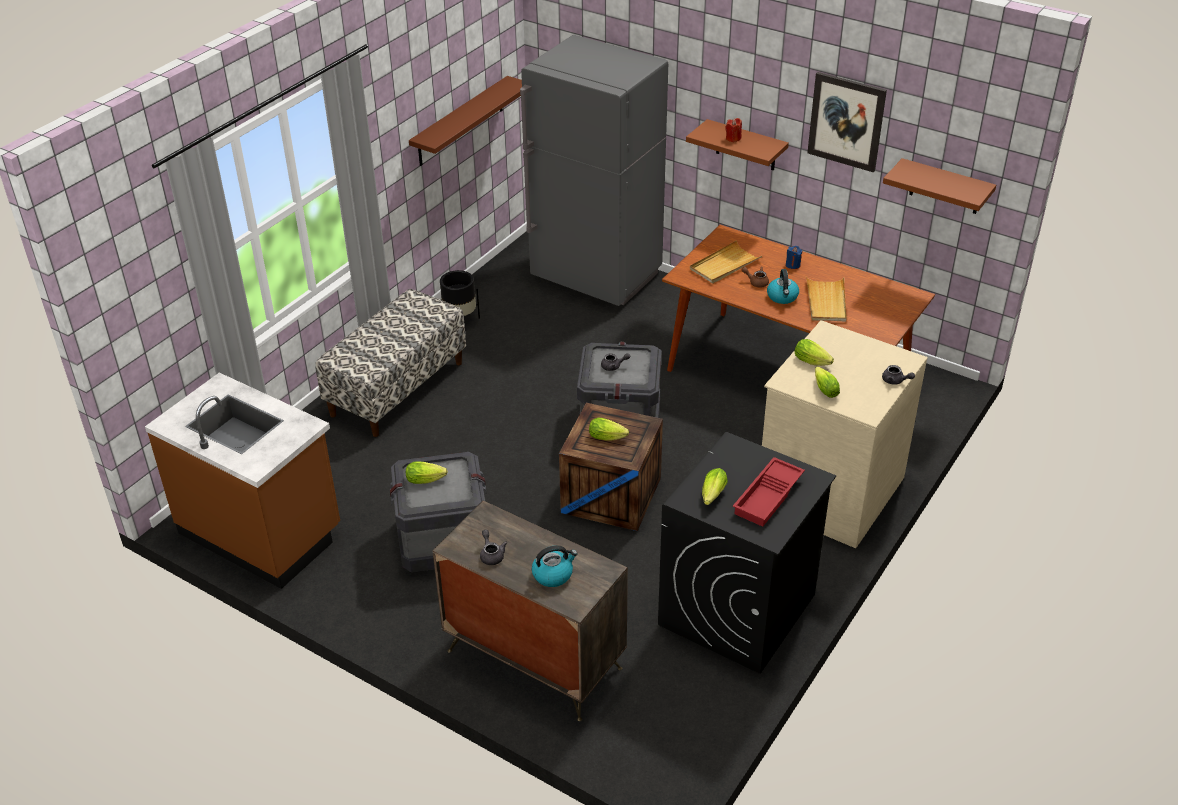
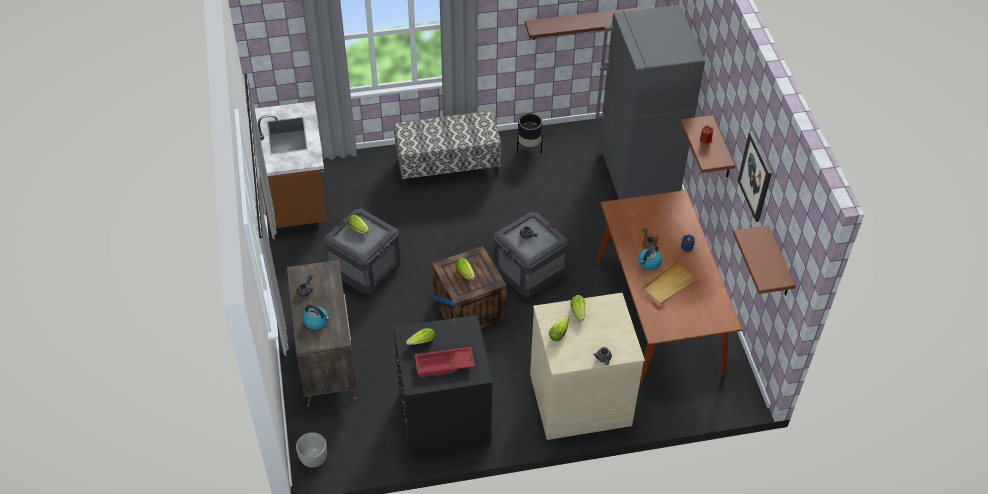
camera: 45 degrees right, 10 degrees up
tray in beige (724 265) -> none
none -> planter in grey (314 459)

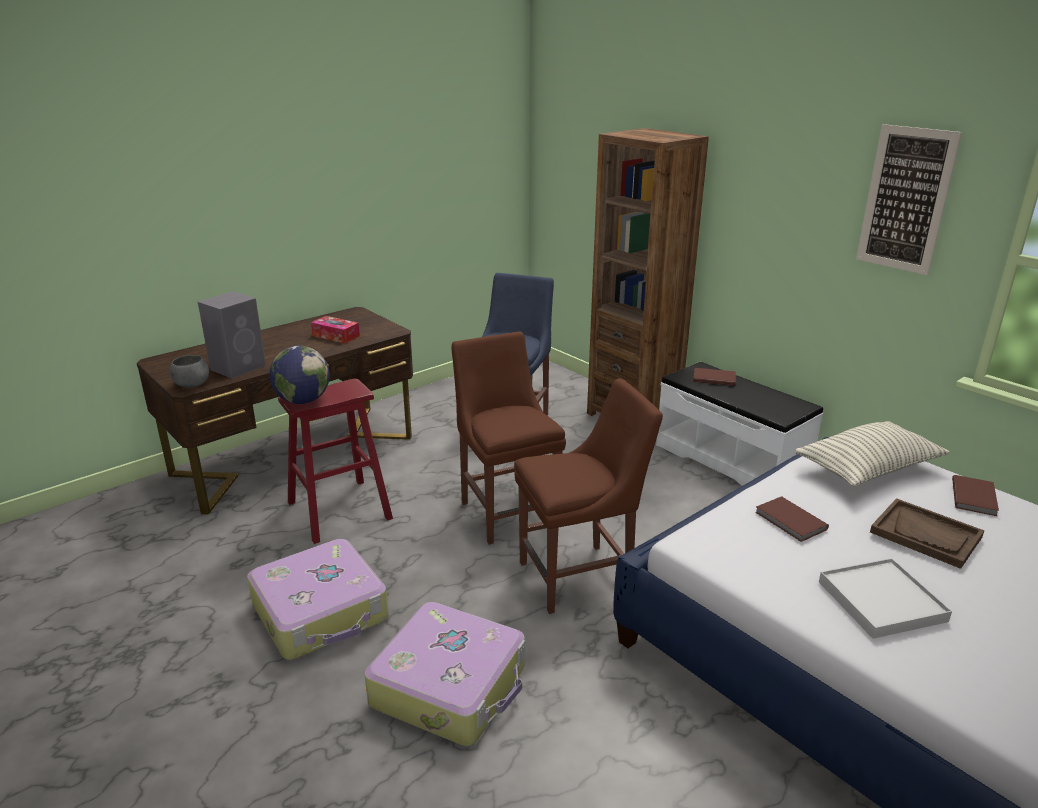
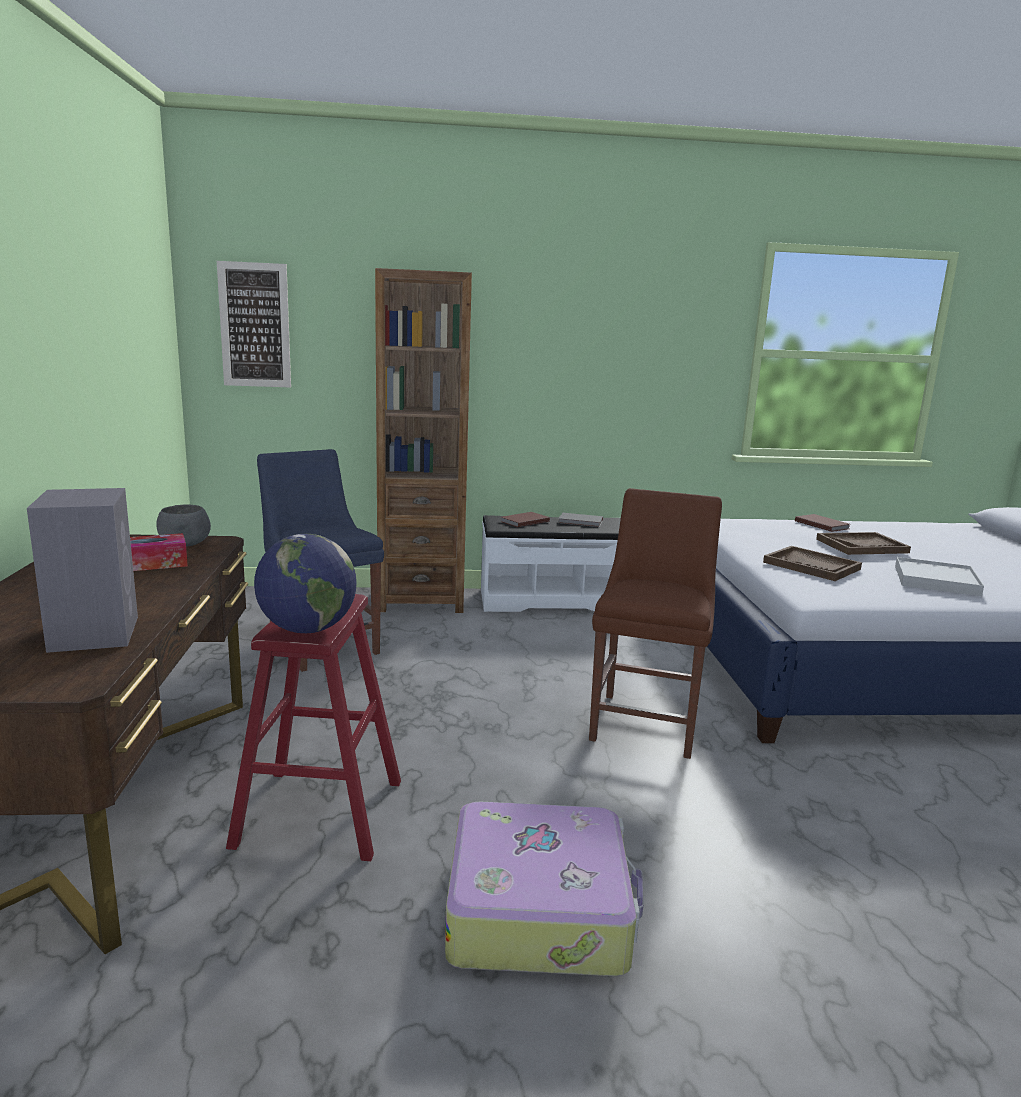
camera: 55 degrees left, 10 degrees down
suitcase (450 686) -> none
chair in brown (507 511) -> none
pillow (868 469) -> none
none -> book in grey (581 522)
bowl in grey (192 385) -> bowl in grey (184 545), relocated
picture (905 199) -> picture (255 325), relocated
book in brown (790 521) -> tray in brown (812 566)

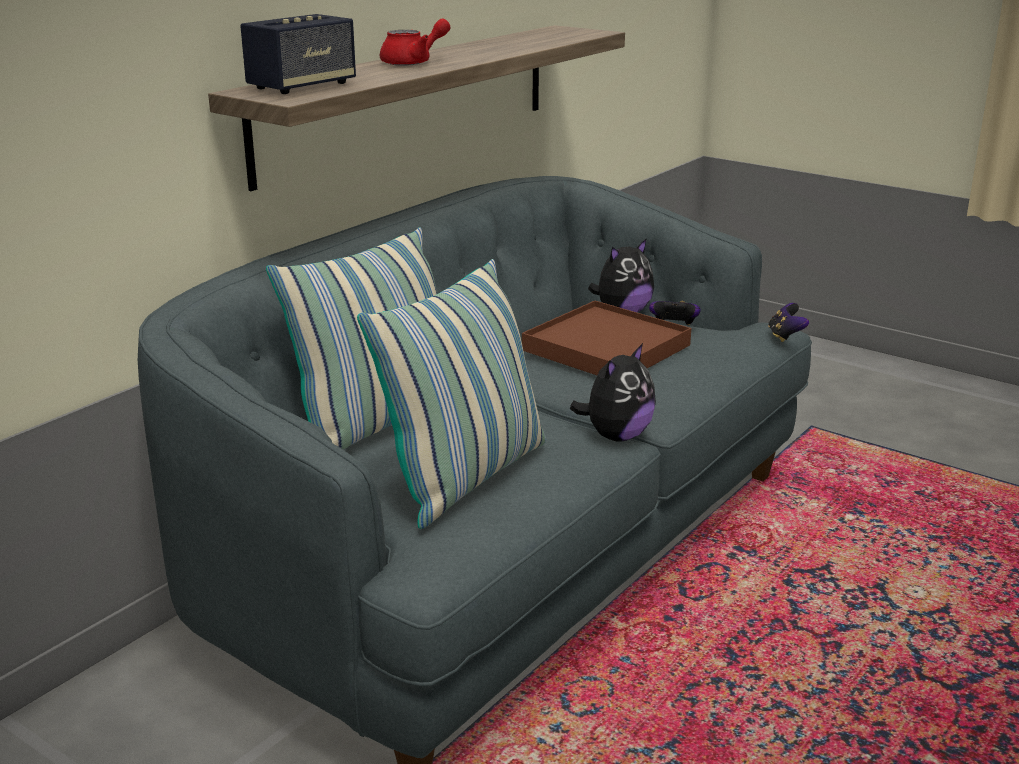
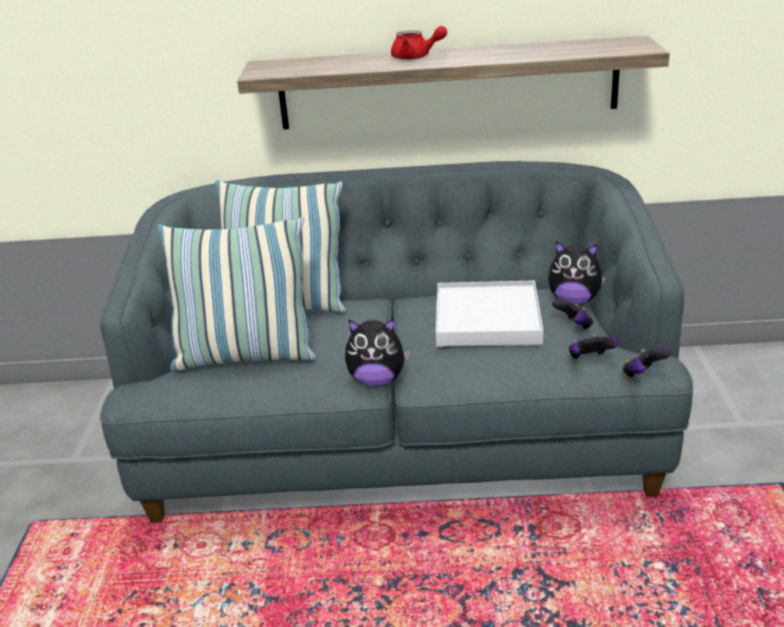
camera: 55 degrees right, 5 degrees up
speaker (302 86) -> none
none -> game controller (589 359)
tray in brown (605 348) -> tray in white (487 319)

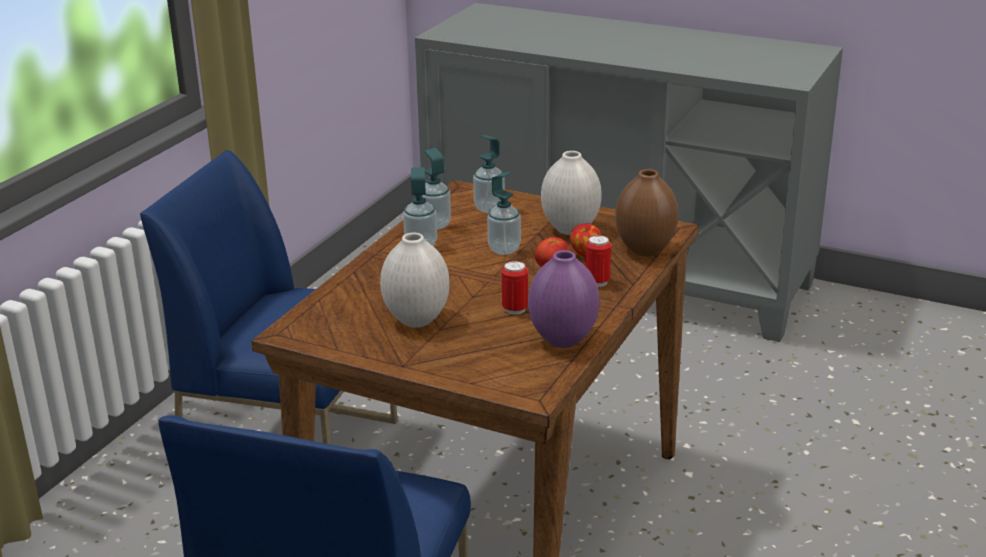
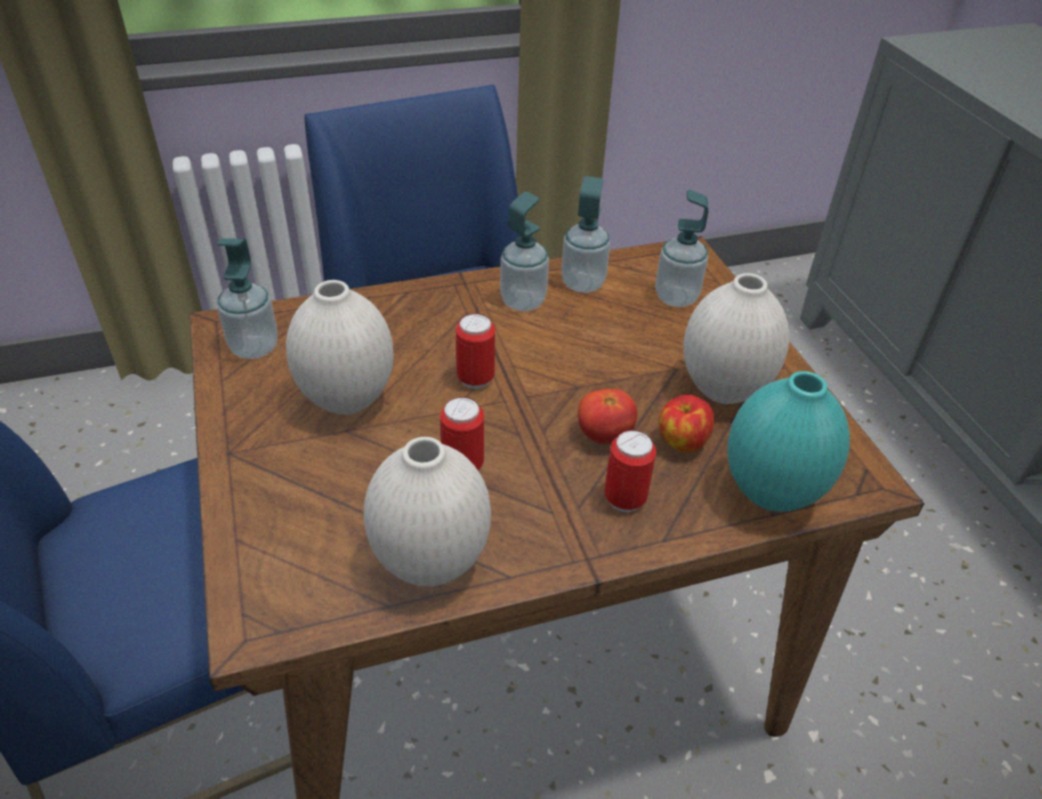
camera: 45 degrees right, 15 degrees up
none -> can (475 379)
soap dispenser (504 249) -> soap dispenser (254 347), relocated
vase in purple (562 341) -> vase in white (429 563)
vase in brown (645 250) -> vase in turquoise (772 493)

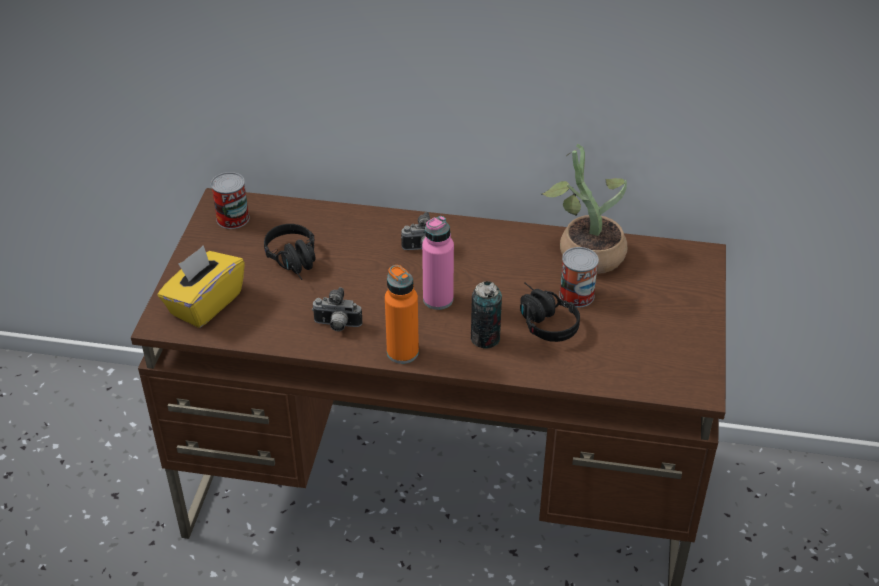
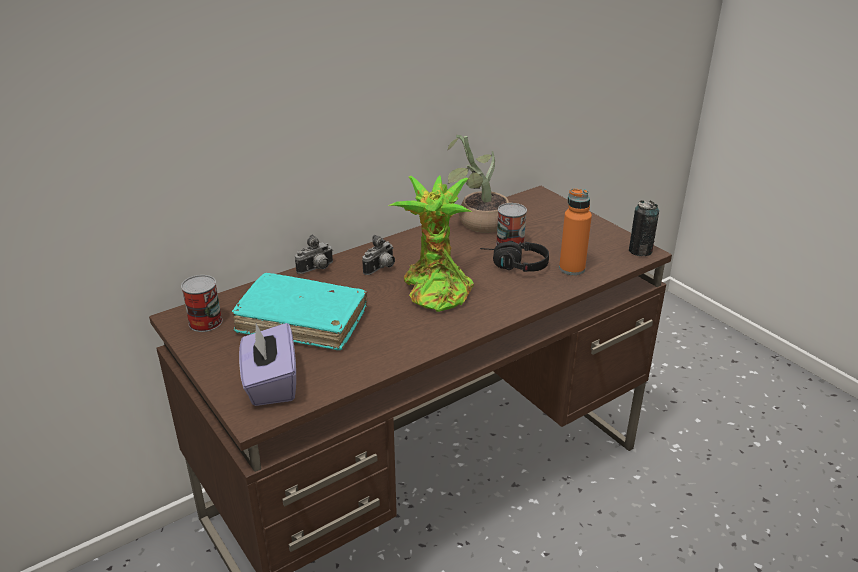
camera: 45 degrees left, 10 degrees down
photo camera (337 326) -> photo camera (317 269), relocated
bottle in orange (402 352) -> bottle in orange (572 268), relocated
can (485 338) -> can (640 251), relocated
headphones in black (296 262) -> book in turquoise (302 321)
bottle in pink (438 299) -> potted plant (435 289)
tissue box in yellow (205 304) -> tissue box in purple (271 384)

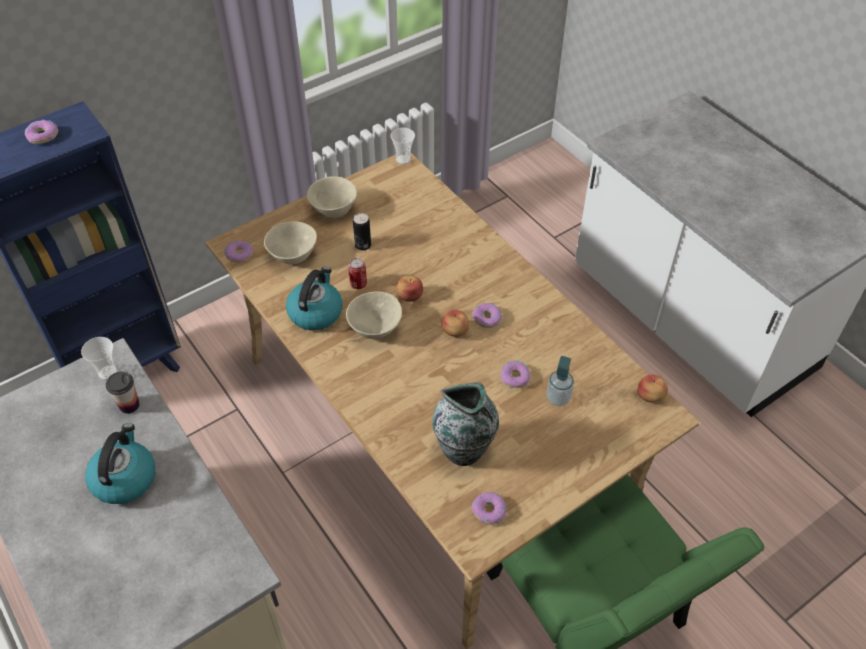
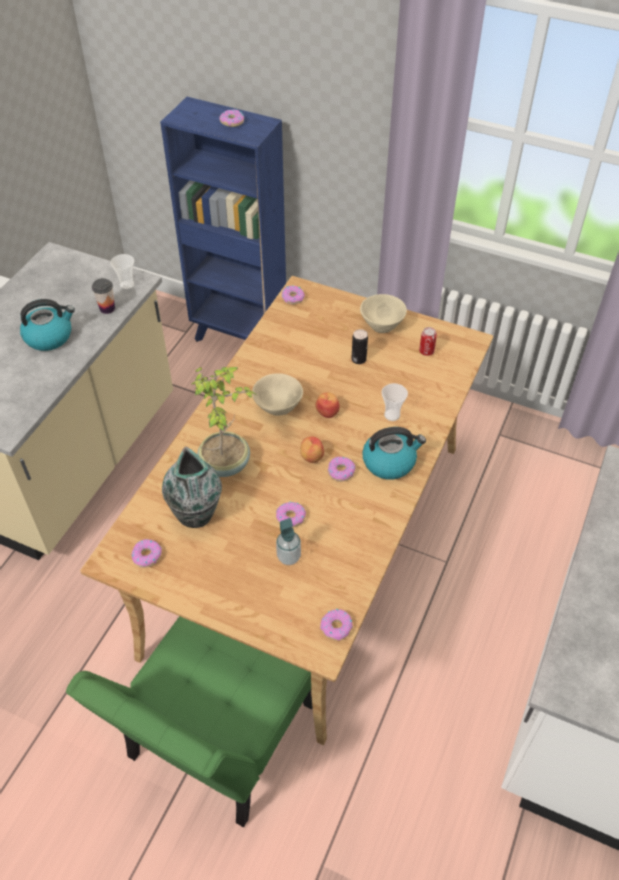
camera: 60 degrees right, 0 degrees up
bowl in beige (292 255) -> none
none -> potted plant (226 463)
kettle (315 312) -> kettle (389 462), relocated
can (358 284) -> can (426 351), relocated
cup (403 159) -> cup (392 415), relocated
apple (650 397) -> donut (336 627)

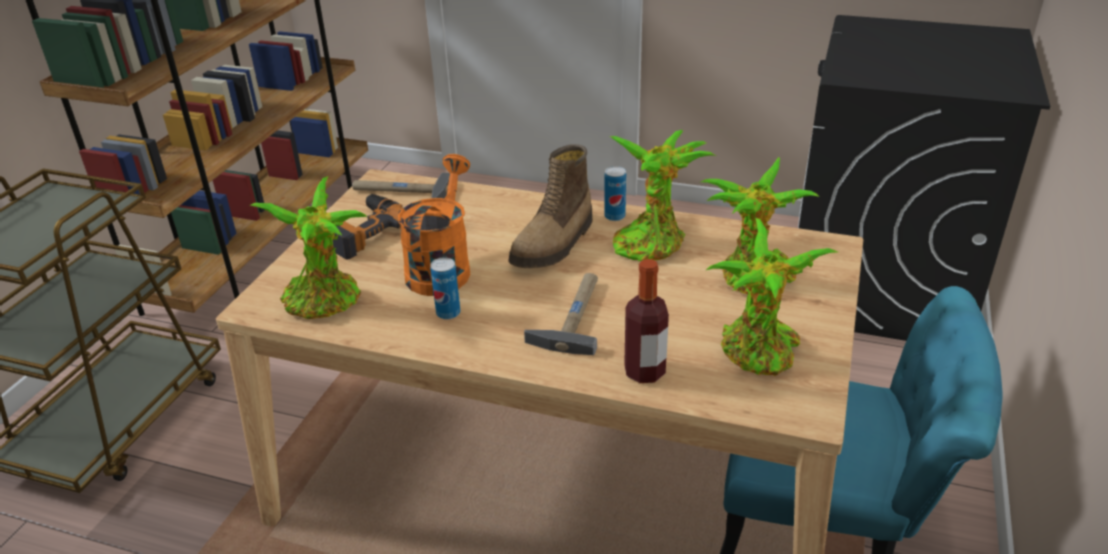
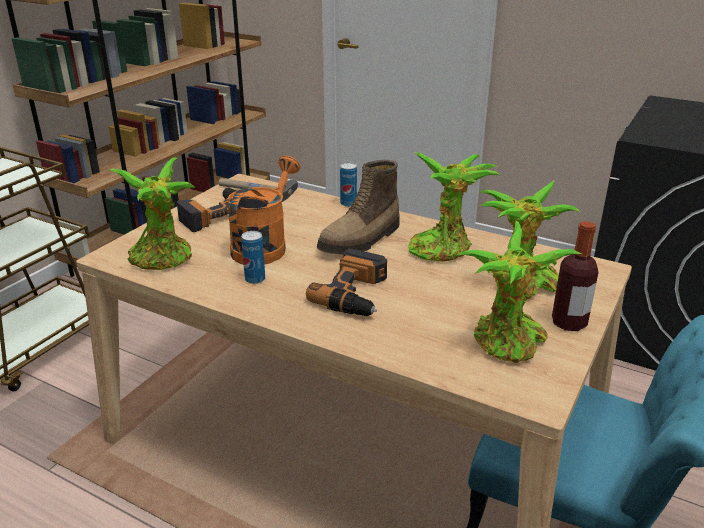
camera: 10 degrees right, 5 degrees down
can (614 216) -> can (348 203), relocated
bottle (644 372) -> bottle (569 323), relocated
hammer (573 315) -> power drill (356 293)

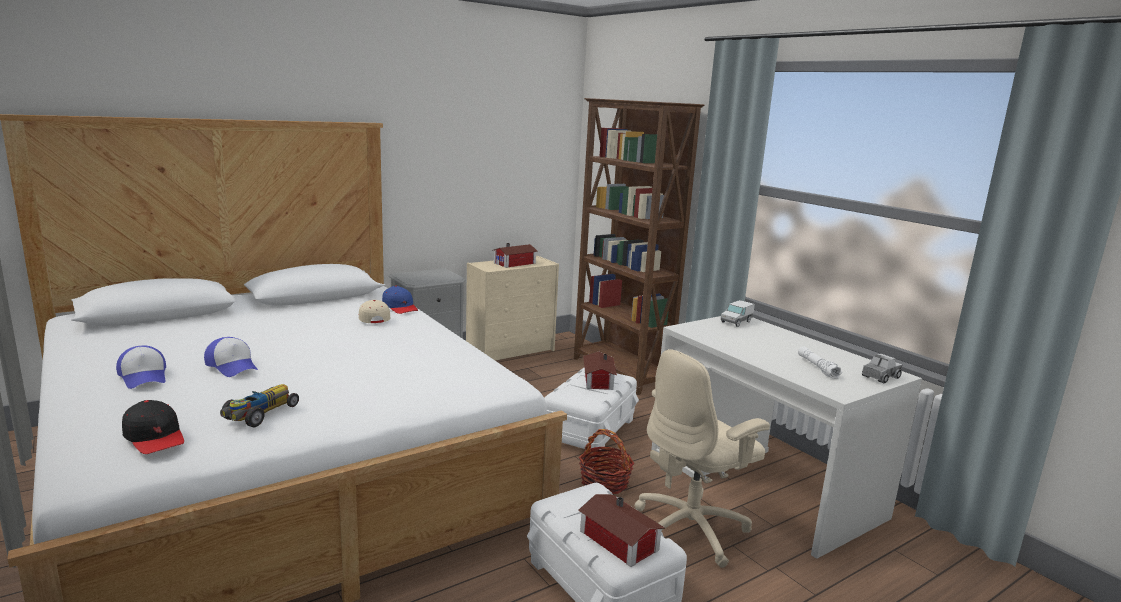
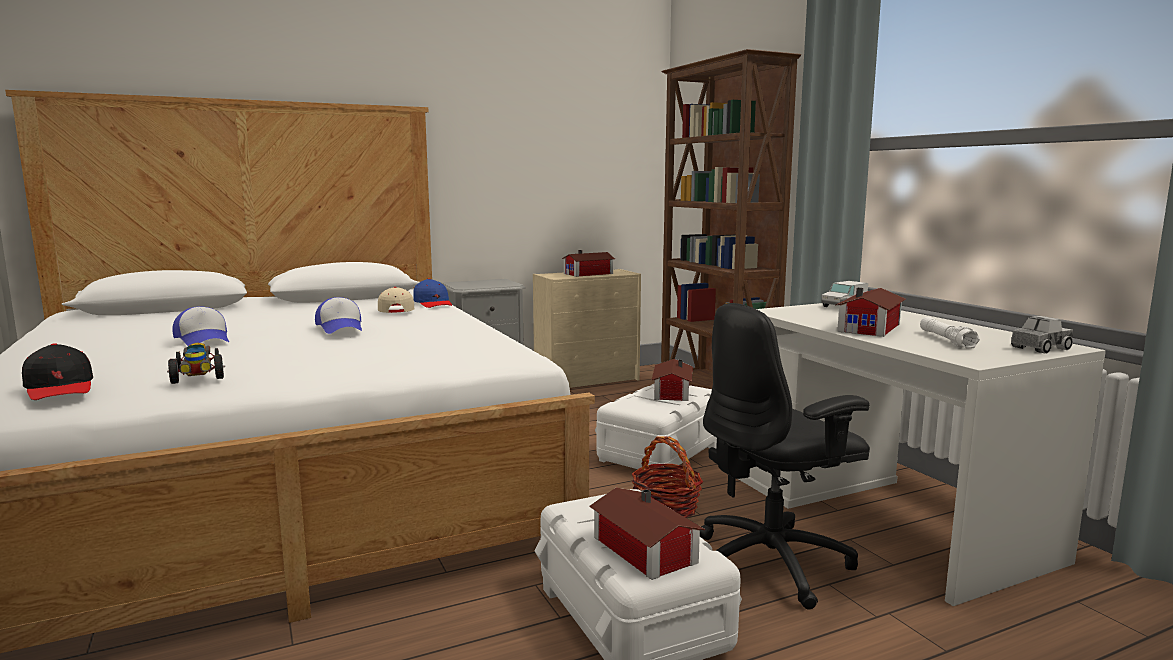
camera: 10 degrees right, 5 degrees down
none -> toy house (872 327)
cap (144 376) -> cap (341 328), relocated
office chair in beige (691 530) -> office chair in black (773 563)
toy car (259 414) -> toy car (198 375), 60 degrees counterclockwise

